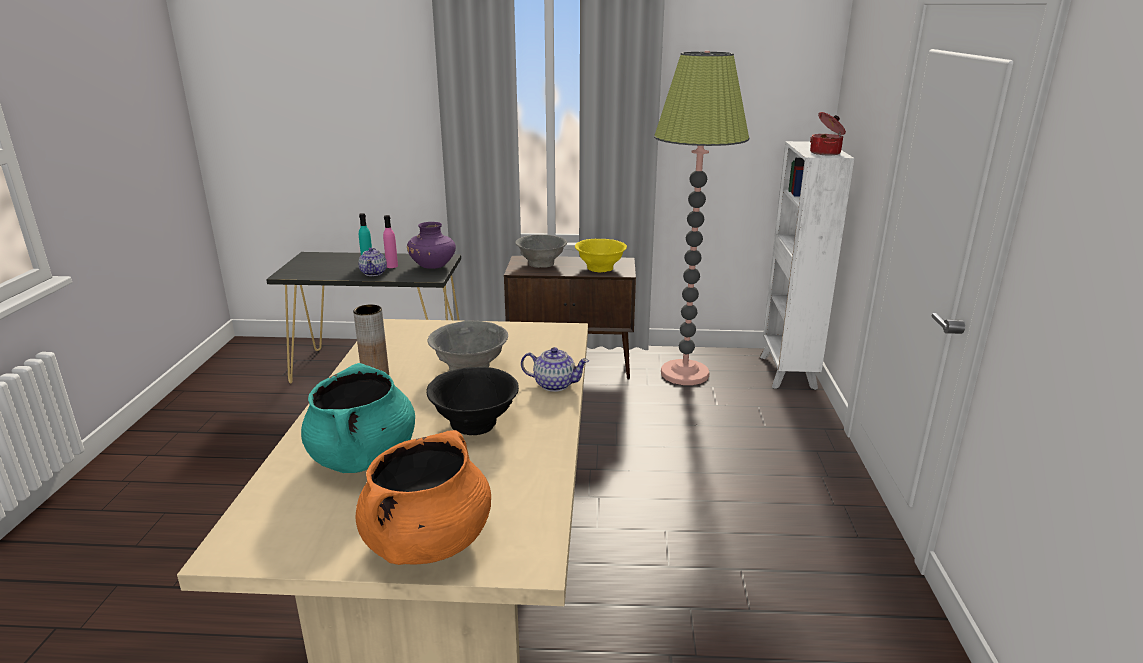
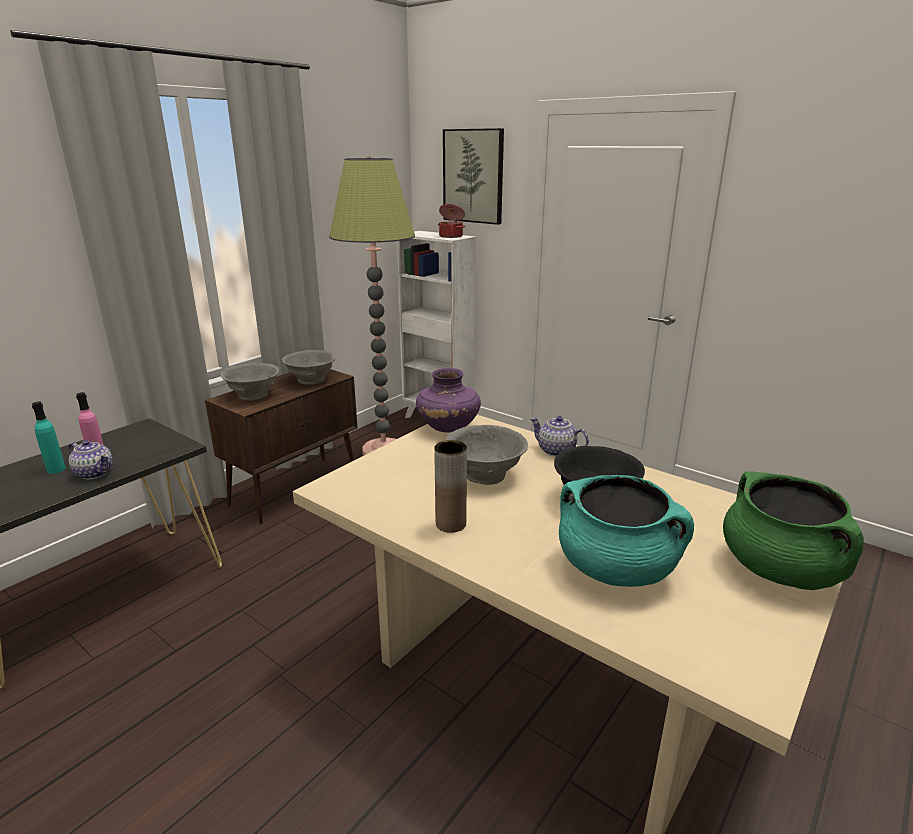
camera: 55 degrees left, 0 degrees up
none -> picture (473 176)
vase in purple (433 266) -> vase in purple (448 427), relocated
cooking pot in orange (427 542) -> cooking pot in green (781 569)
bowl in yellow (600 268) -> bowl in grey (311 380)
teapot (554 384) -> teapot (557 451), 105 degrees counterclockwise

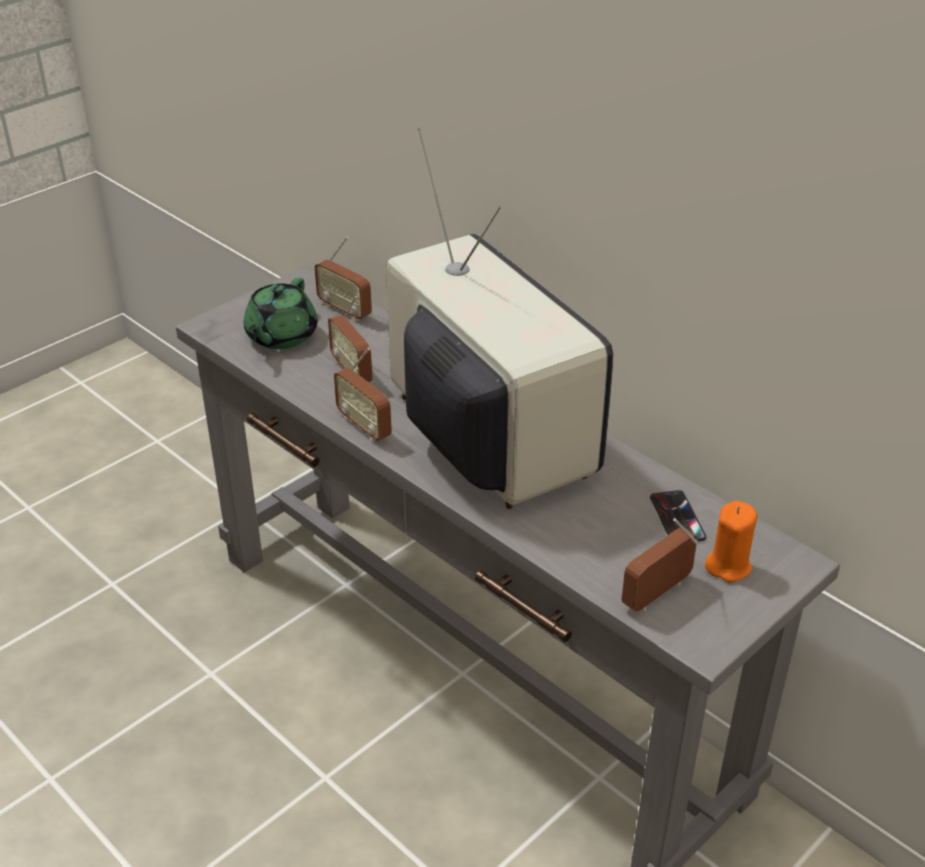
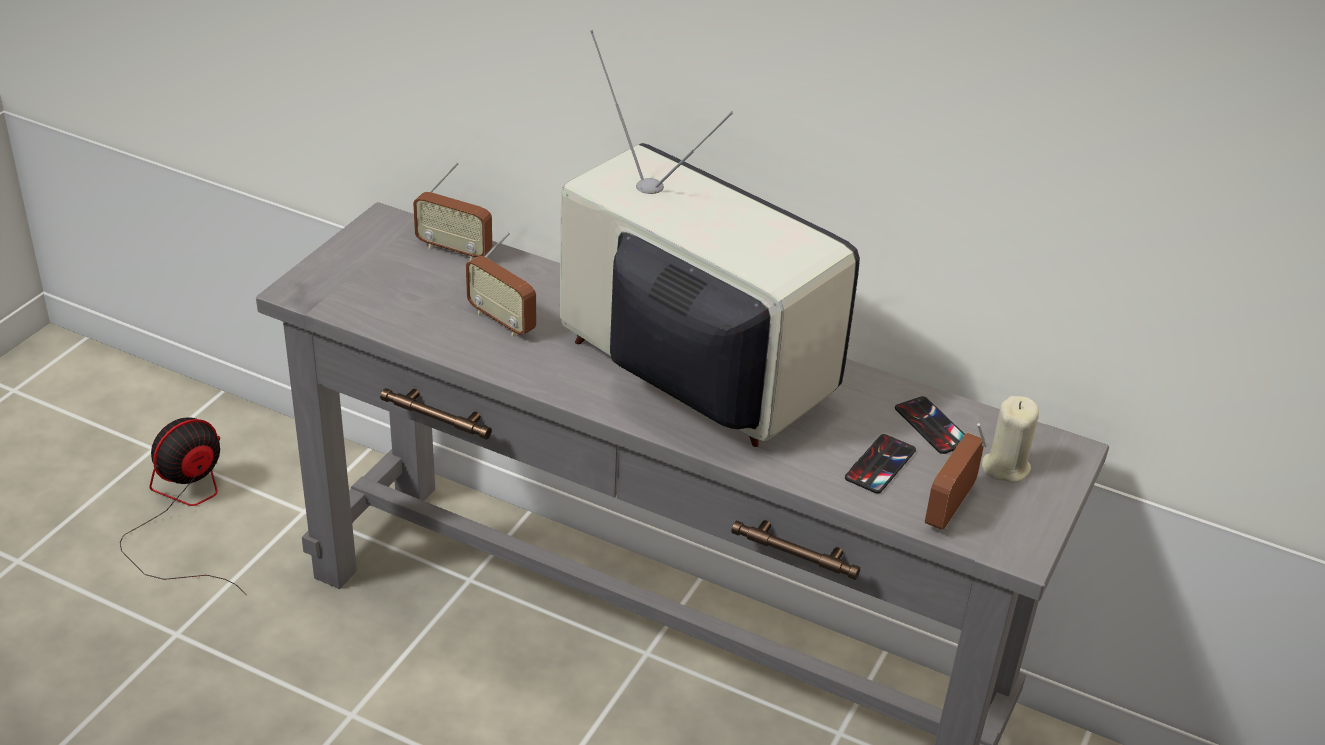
camera: 20 degrees left, 0 degrees up
teapot in green (280 336) -> none
radio (364 426) -> none
none -> fan (184 513)
none -> phone (880 464)
candle in orange (728 566) -> candle in beige (1005 467)

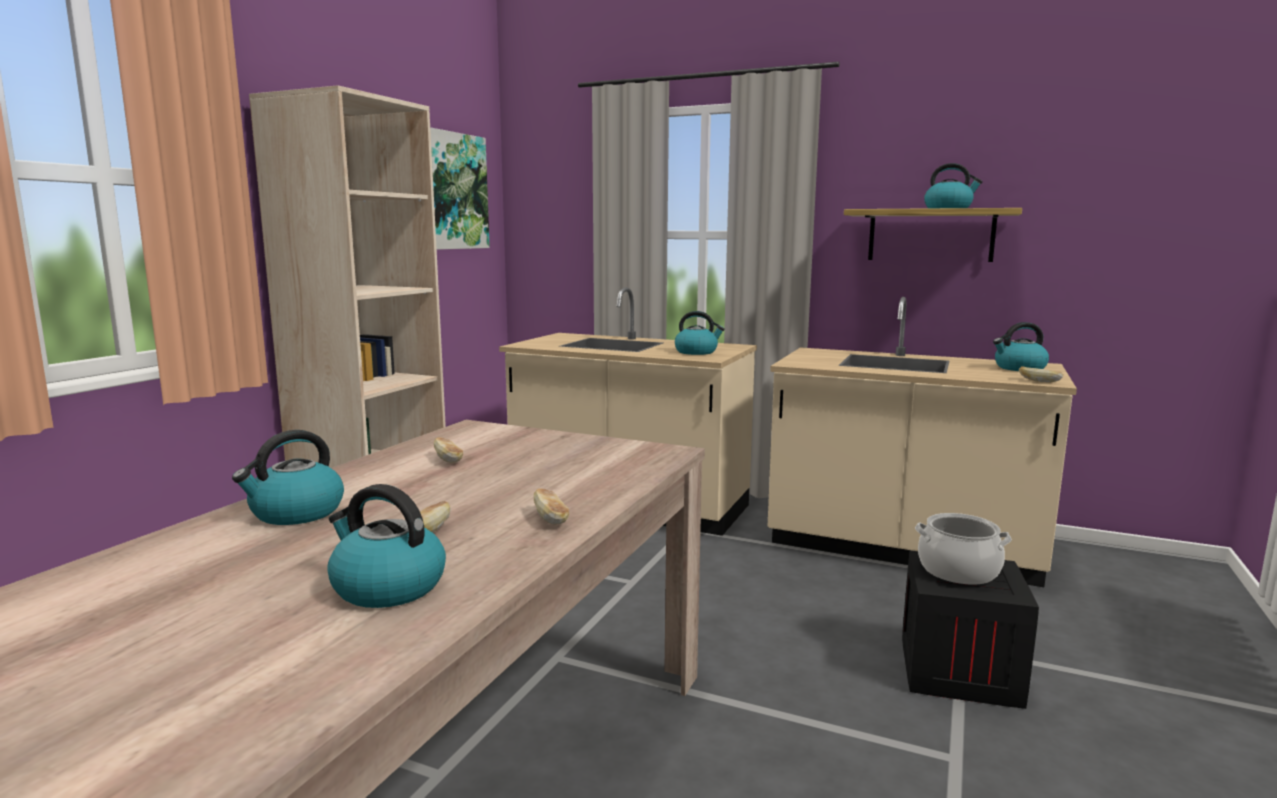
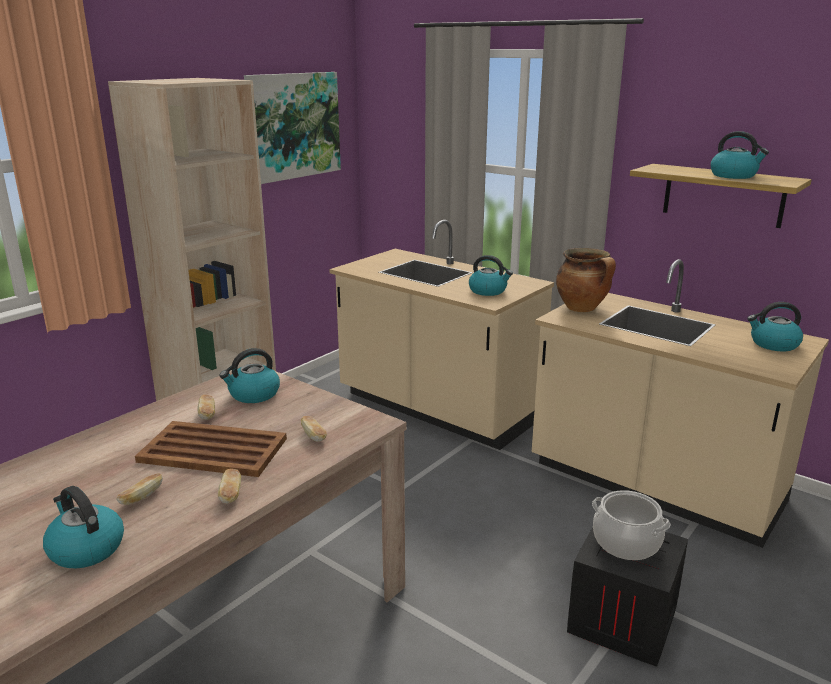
camera: 15 degrees right, 10 degrees up
none -> tray in brown (214 450)
none -> cooking pot (582 308)
kettle (296 513) -> kettle (253 394), relocated
bread (1039 381) -> bread (314 436), relocated

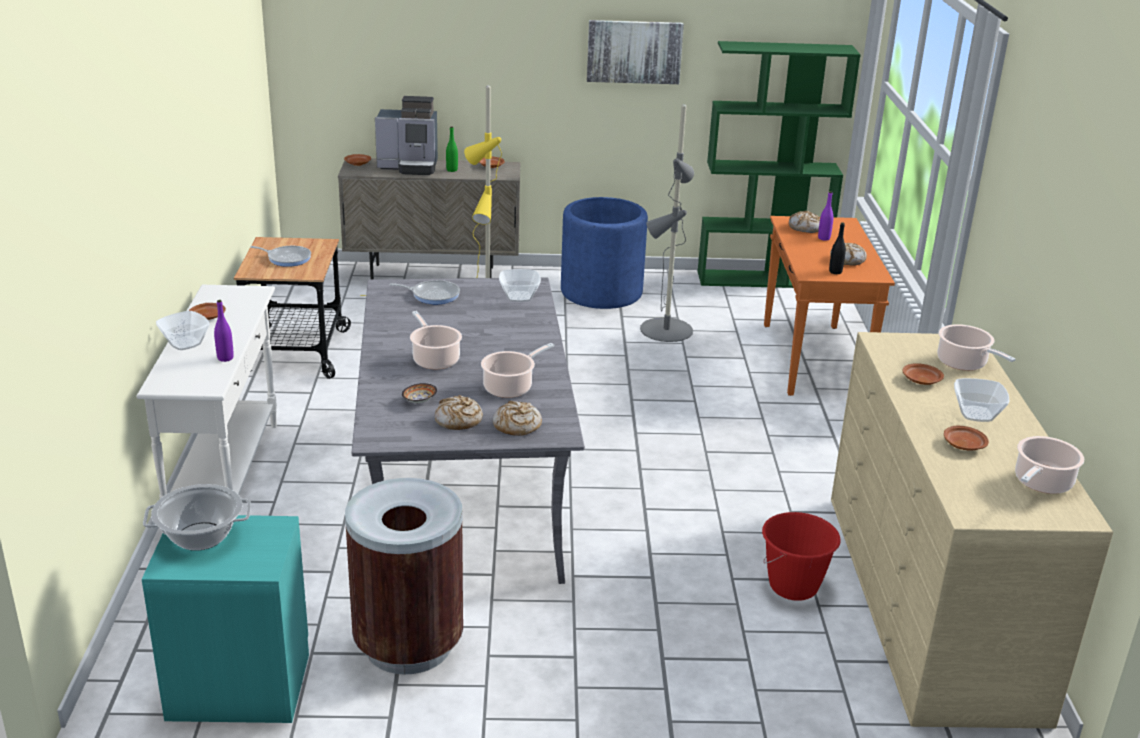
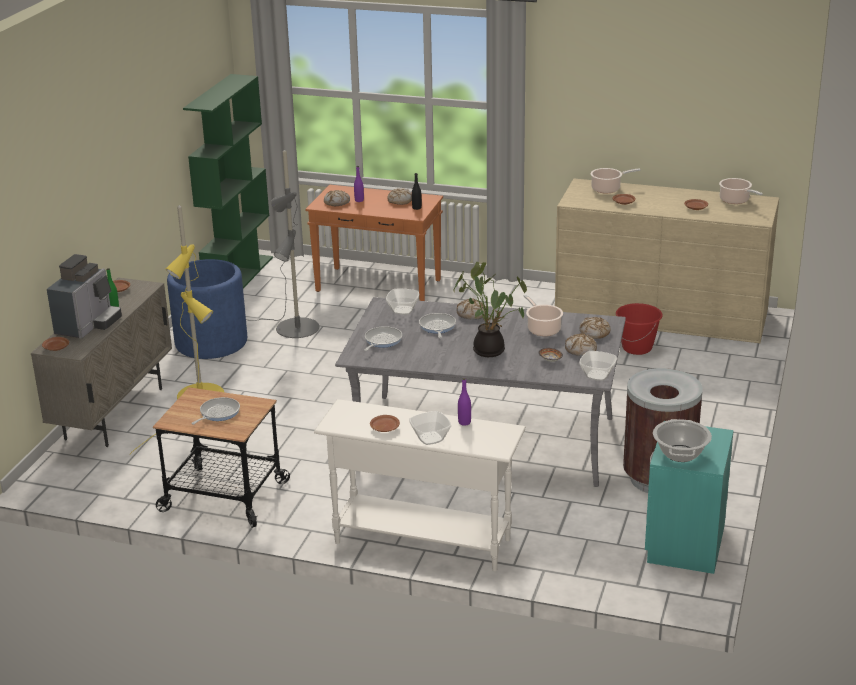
camera: 70 degrees left, 0 degrees up
picture (634 51) -> none
none -> frying pan (437 327)
none -> bread (472 314)
bowl (977 414) -> bowl (597 375), relocated
cooking pot (434 359) -> potted plant (490 349)

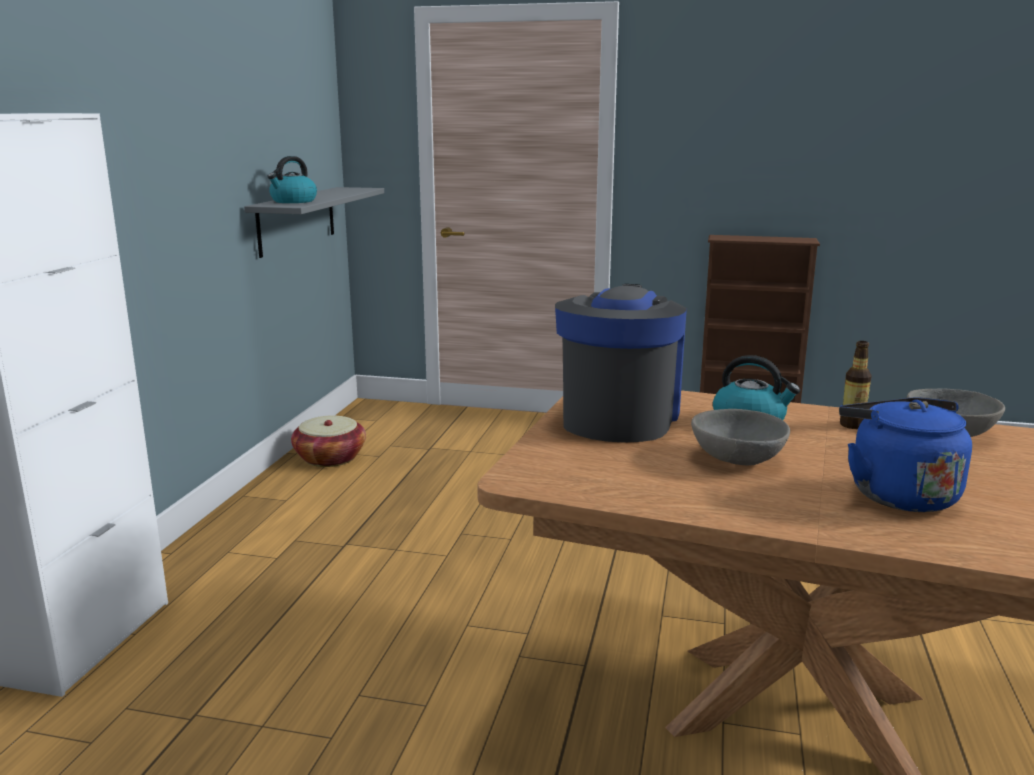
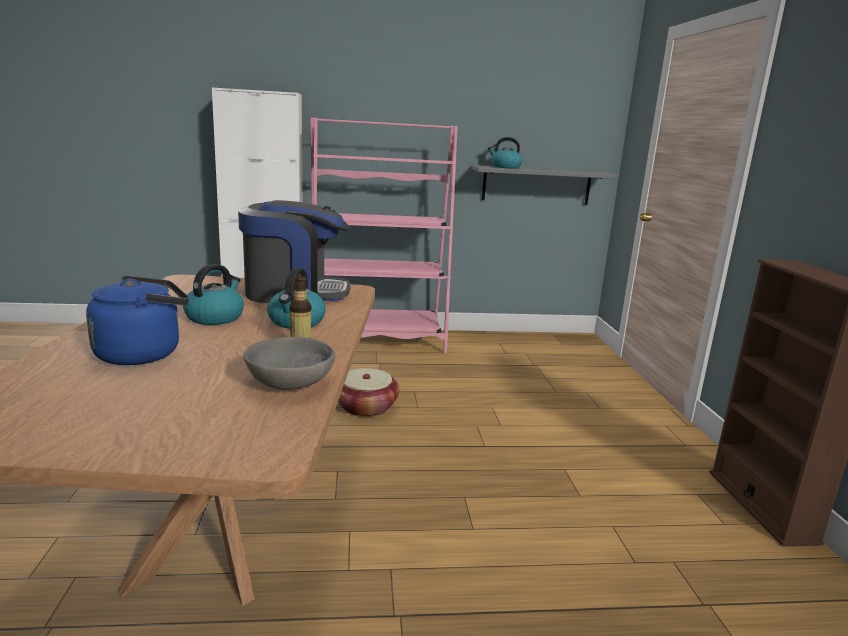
camera: 70 degrees right, 0 degrees up
none -> bookcase in pink (377 341)
basket (330 458) -> basket (366 407), relocated
bowl in grey (738 459) -> kettle (215 317)

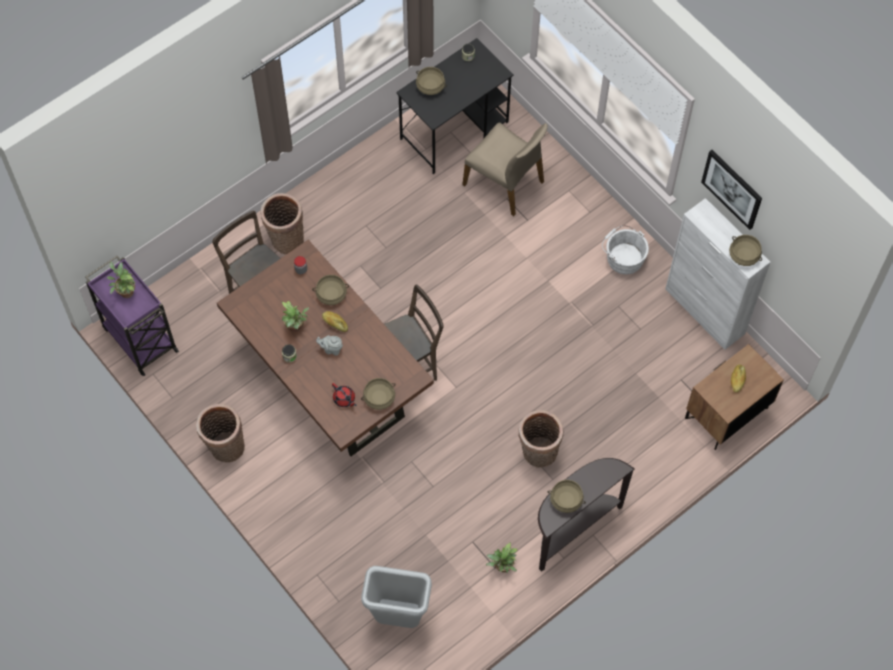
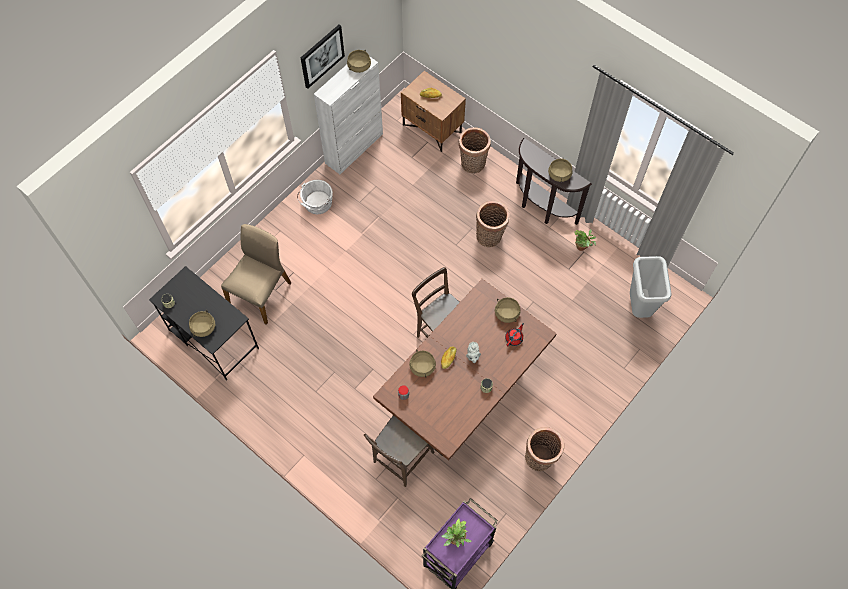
camera: 100 degrees left, 0 degrees up
potted plant (296 327) -> none
basket (285 239) -> basket (472 165), relocated

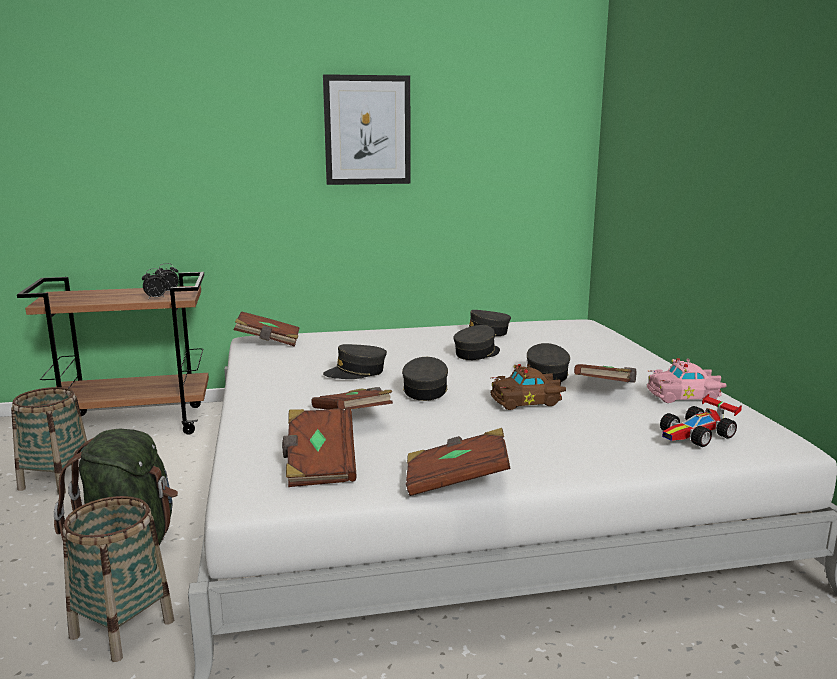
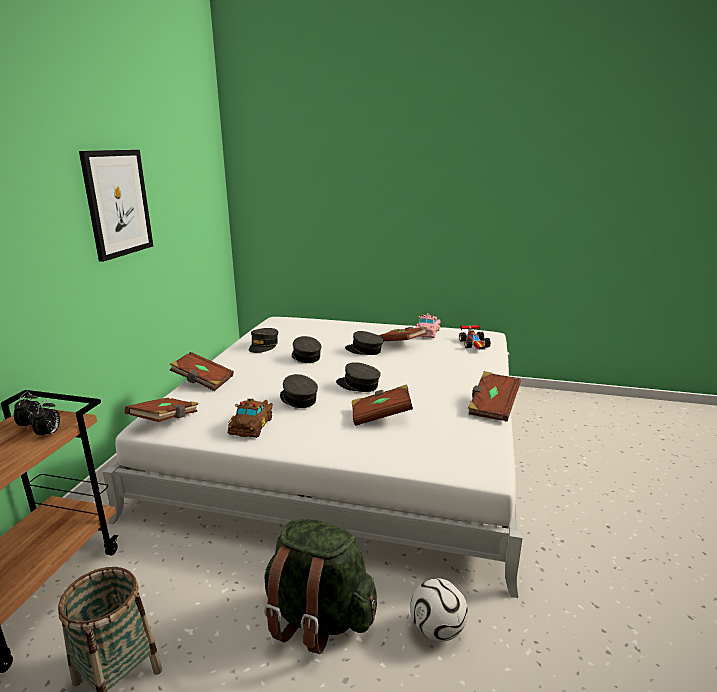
camera: 65 degrees left, 5 degrees up
book in brown (319 465) -> book in brown (202 381), relocated
toy car in brown (527 401) -> toy car in brown (252 425), relocated
basket (122 628) -> football (436 629)
cap in grey (356 372) -> cap in grey (298 399), 135 degrees clockwise

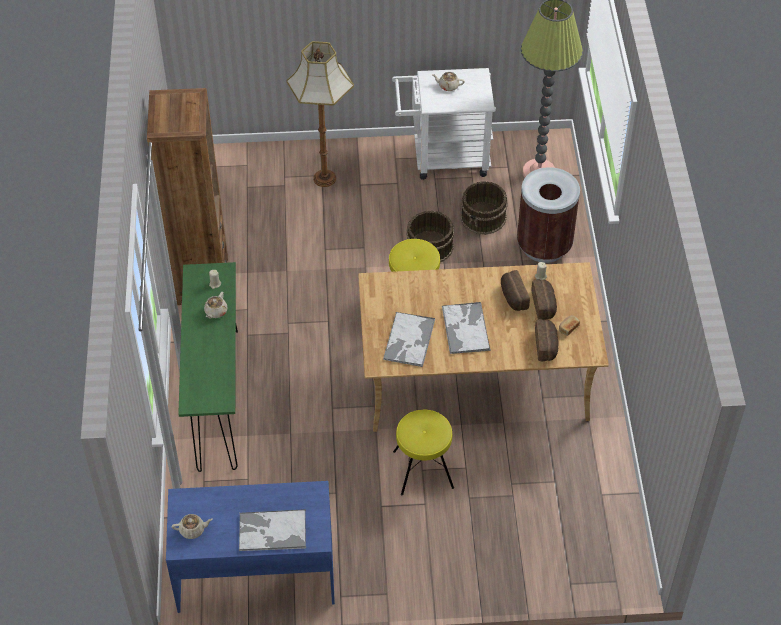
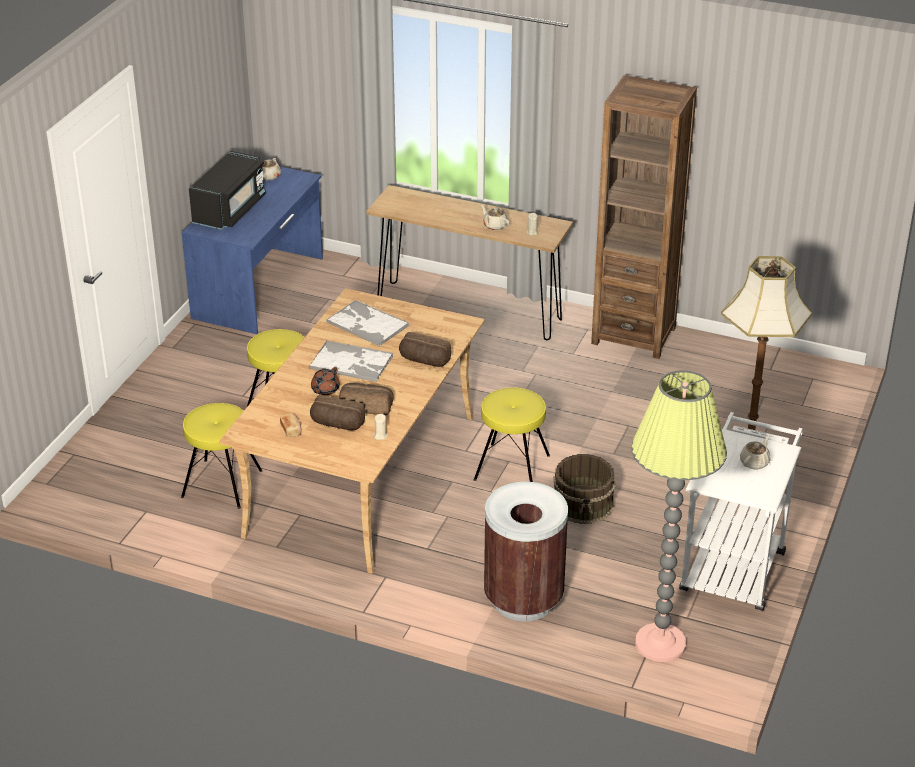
camera: 115 degrees right, 15 degrees down
bucket in brown (483 217) -> none
none -> stool in yellow (221 483)
none -> teapot in brown (325 389)
bread (546 346) -> bread (424 361), relocated
tray (271 531) -> microwave in black (230 210)
console table in green (217 399) -> console table in brown (468 311)

